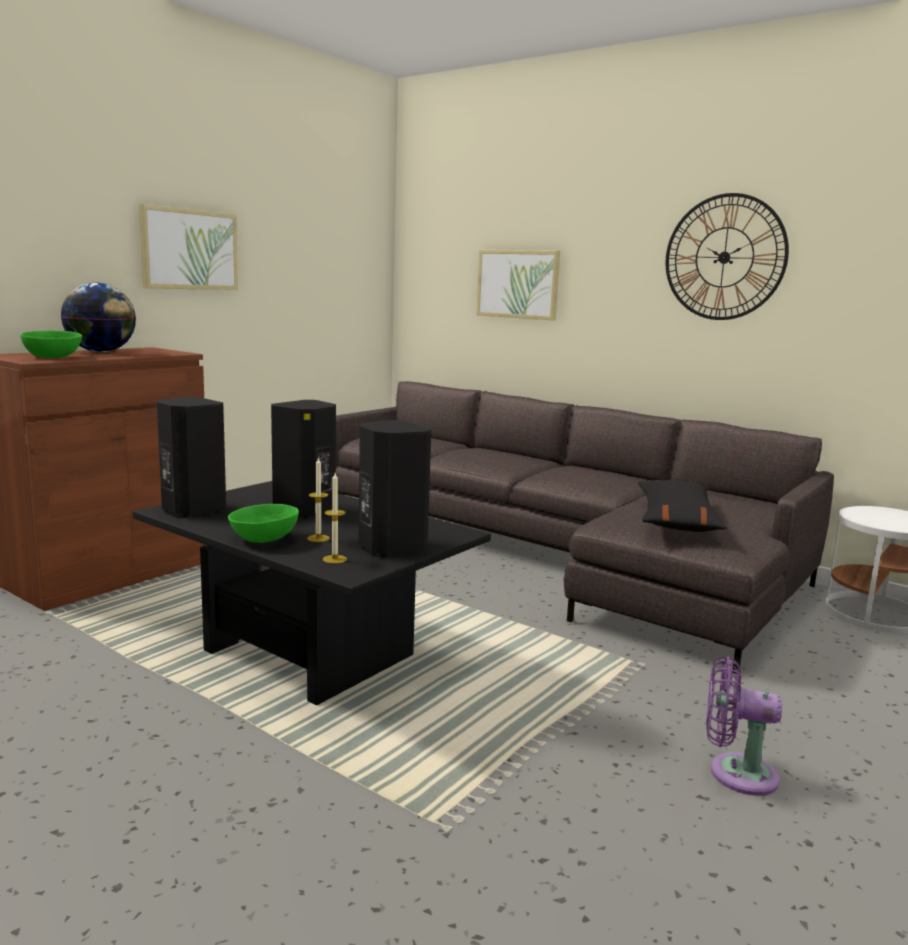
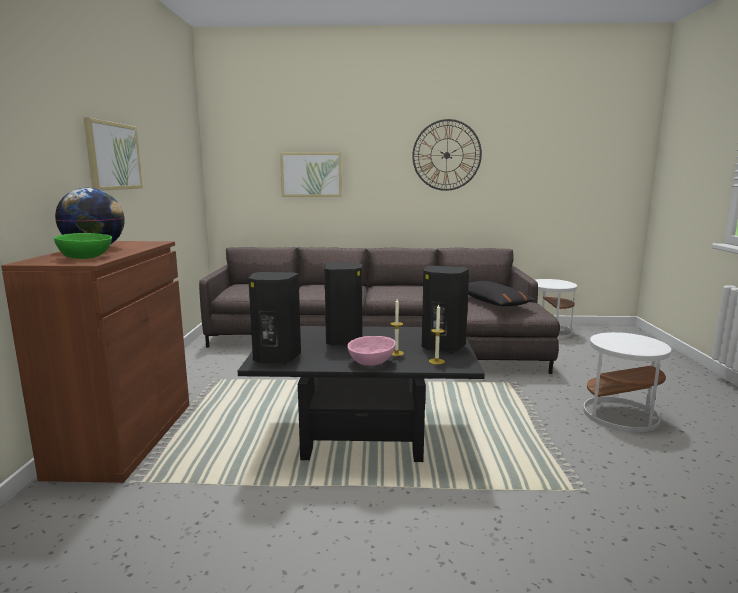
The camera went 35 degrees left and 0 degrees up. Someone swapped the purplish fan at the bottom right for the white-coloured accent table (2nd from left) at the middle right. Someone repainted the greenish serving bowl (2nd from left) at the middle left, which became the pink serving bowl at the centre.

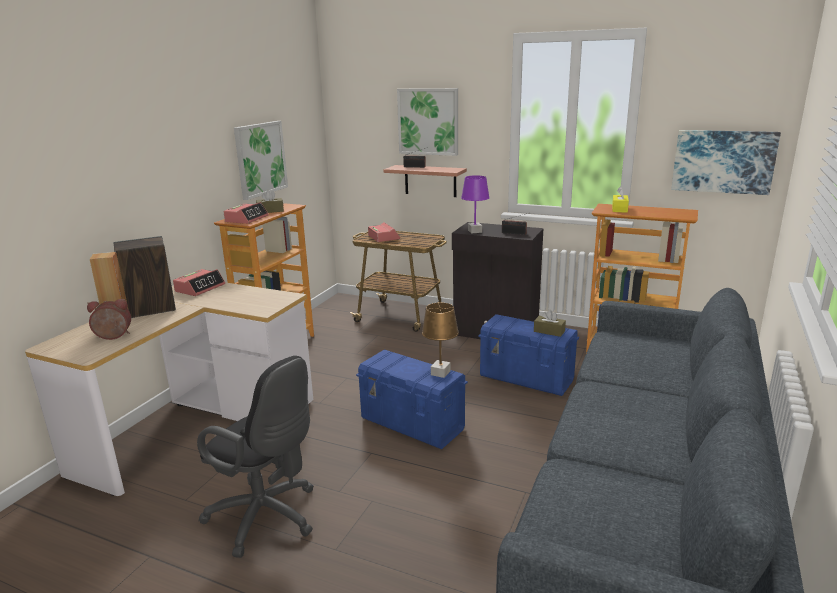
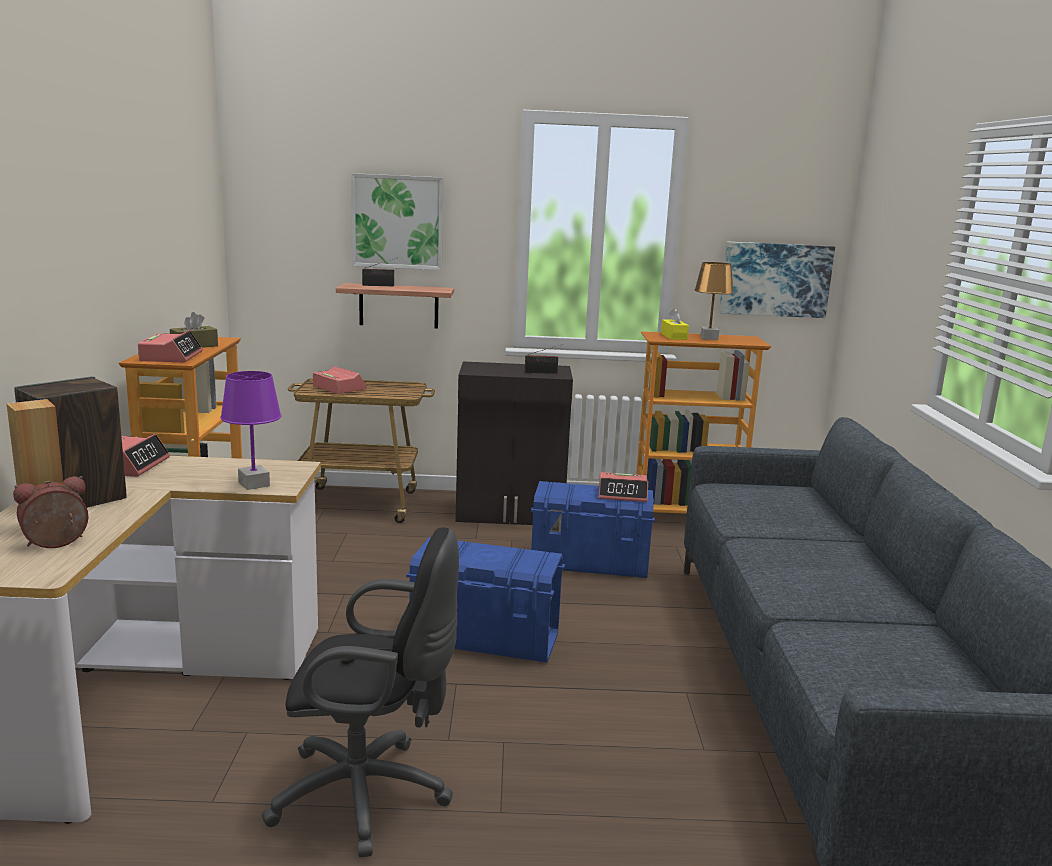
The camera went 25 degrees left and 5 degrees down. Someone took away the wall picture (1st from left) at the top left. Someone carried the brownish table lamp from the centre to the middle right. Someone carried the purplish table lamp from the centre to the middle left. Someone swapped the brownish box of tissues (2nd from left) at the centre for the alarm clock (5th from left) at the centre.

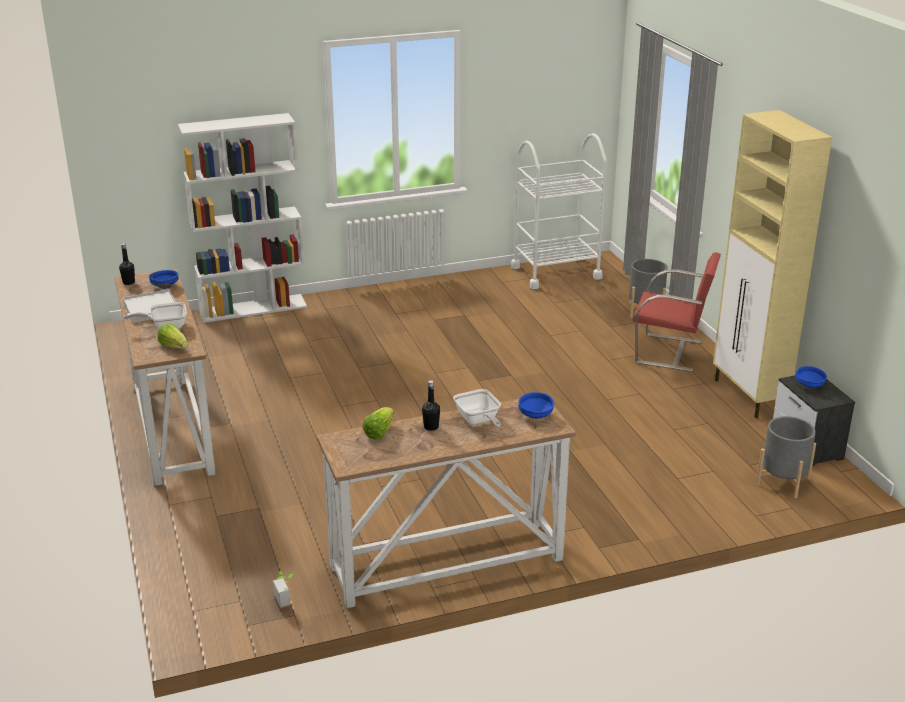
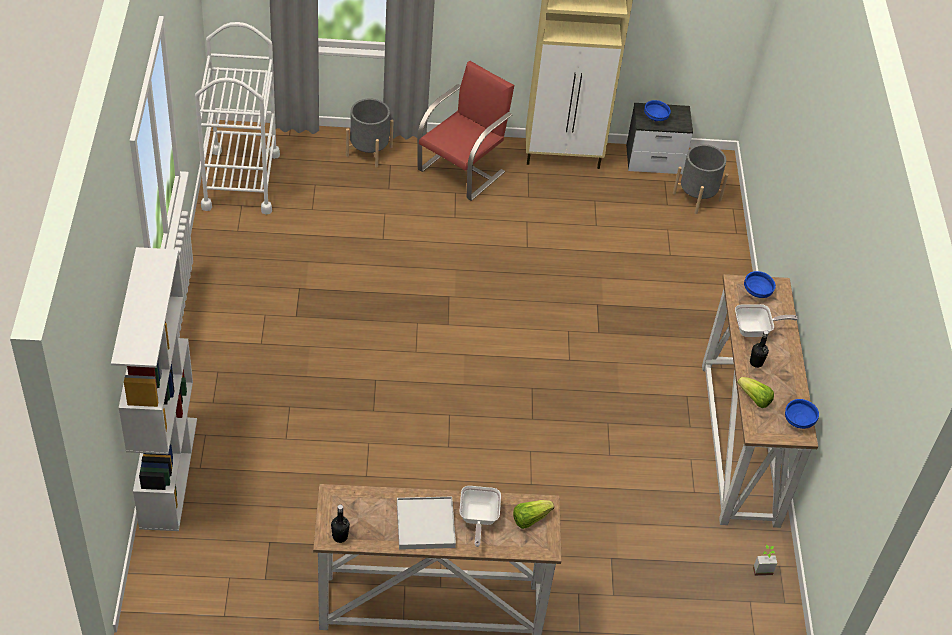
The camera went 75 degrees left and 20 degrees up. Someone carried the blue-coloured serving bowl (1st from left in the first image) from the middle left to the middle right.

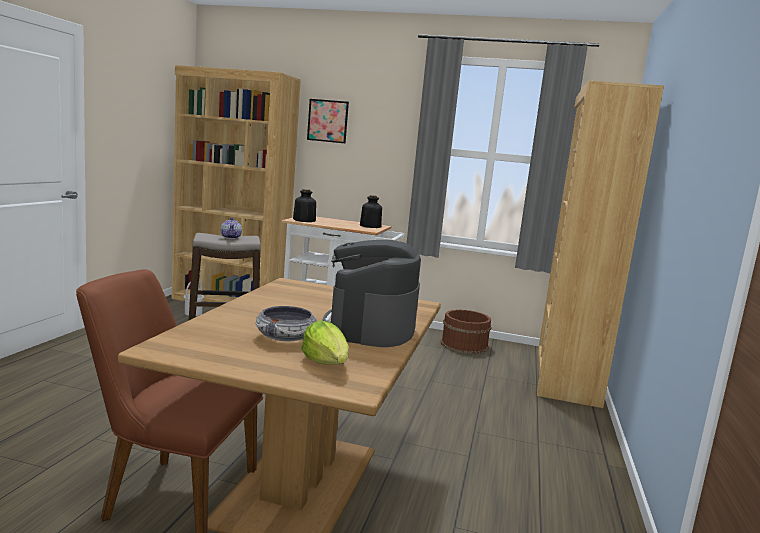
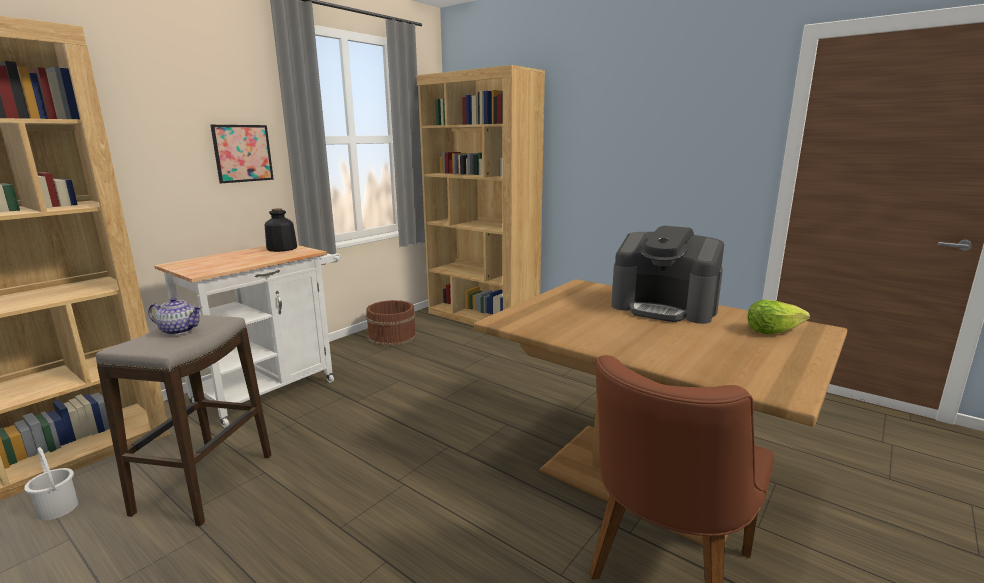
The camera went 65 degrees left and 5 degrees up. Someone took away the serving bowl at the centre. Someone took away the beverage bottle (1st from left) at the centre. Someone carried the wall picture from the top centre to the top left.

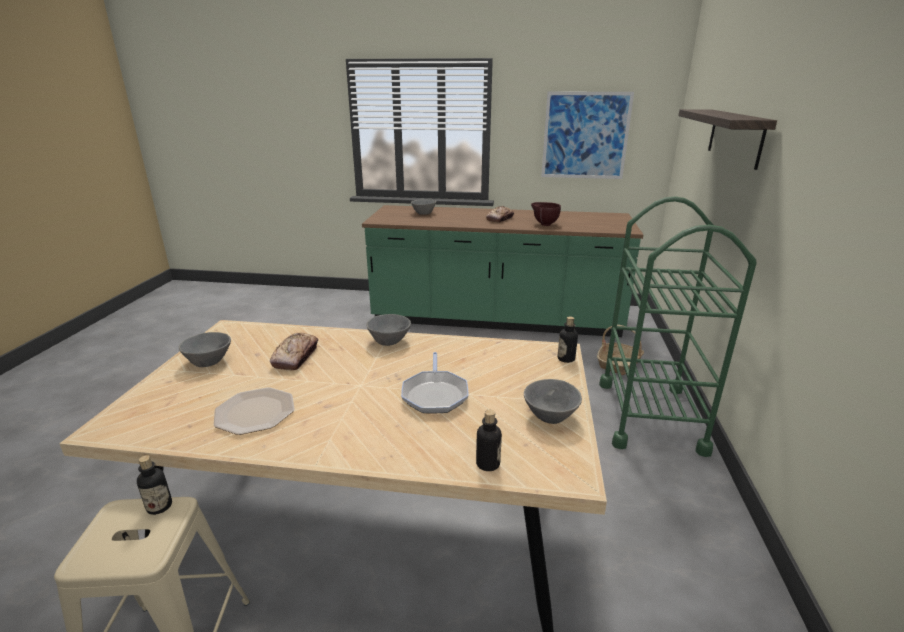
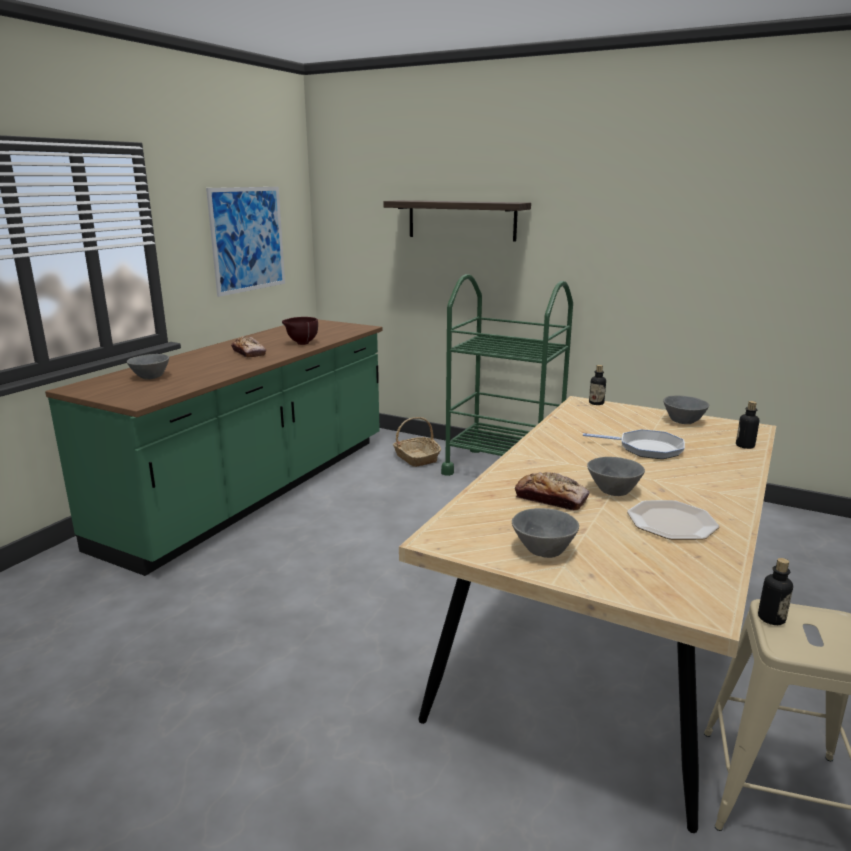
The camera went 70 degrees left and 5 degrees down. Someone carried the gray serving bowl (2nd from left in the first image) from the centre to the middle right.

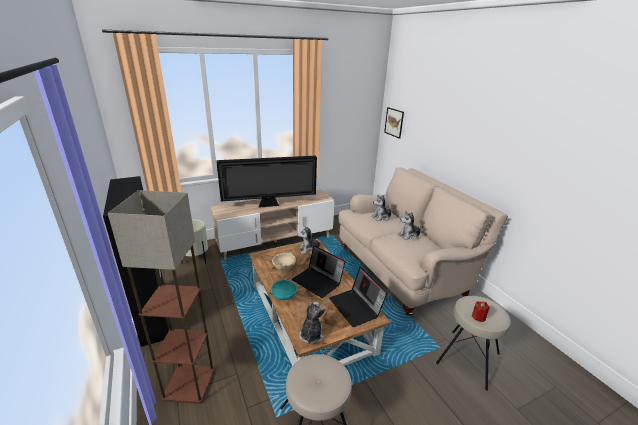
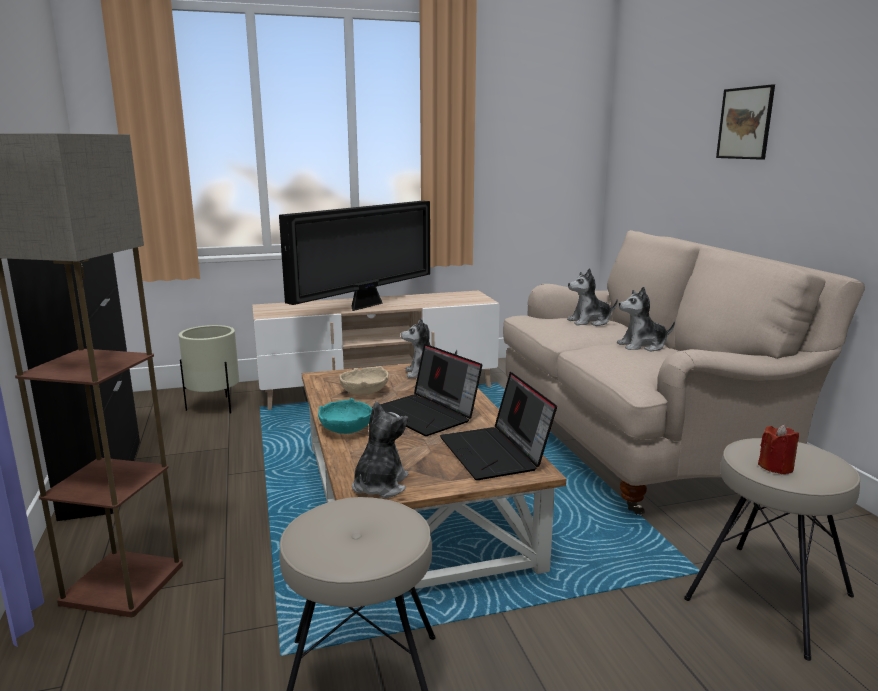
The camera went 10 degrees right and 10 degrees down. Someone carried the wall picture from the top centre to the top right. Someone rotated the TV set at the centre by 45 degrees counterclockwise.

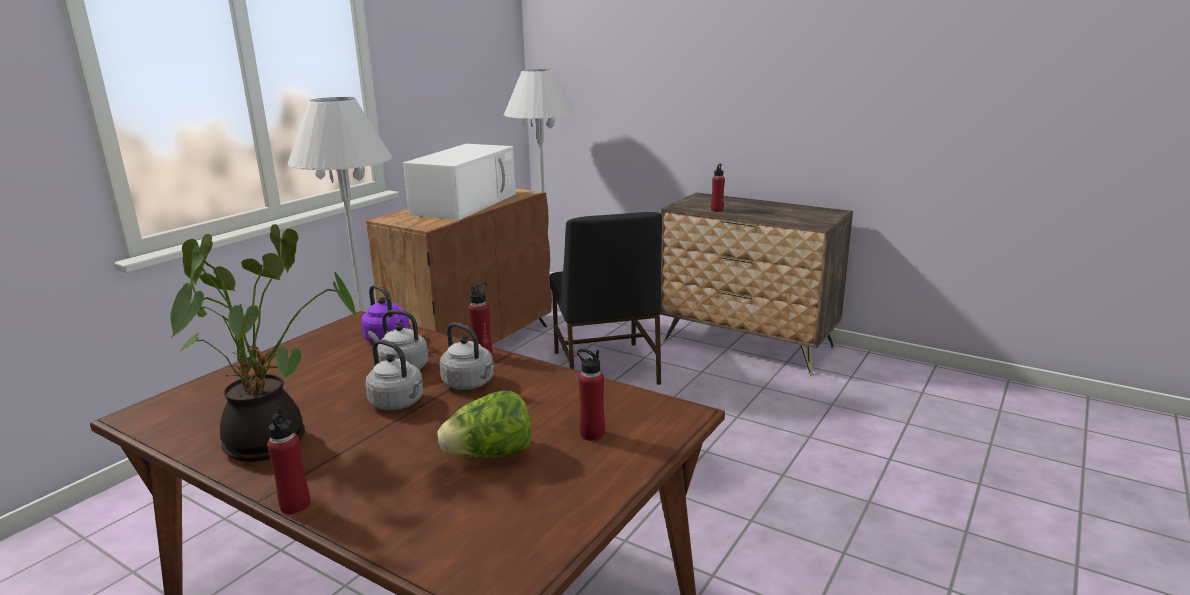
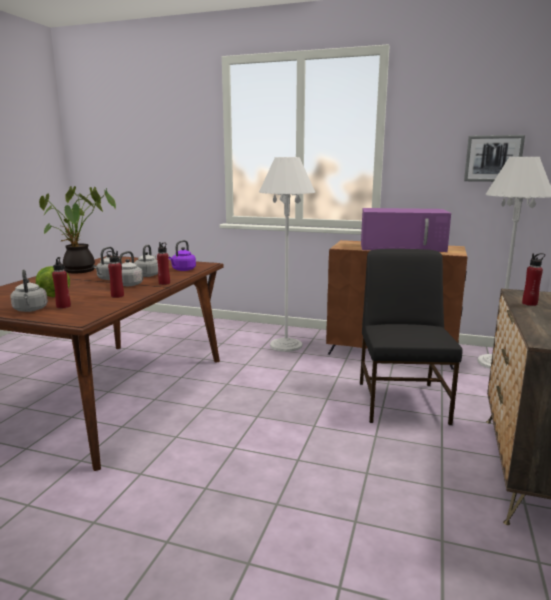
The camera went 75 degrees right and 5 degrees down. Someone put down the gray water kettle (1st from left) at the middle left. Someone put up the wall picture at the top right. Someone carried the red beverage bottle (1st from left in the first image) from the bottom left to the middle left. Someone repainted the white-coloured kitchen microwave at the top centre, which became the purplish kitchen microwave at the middle right. Someone rotated the blackish plain chair at the centre by 120 degrees clockwise.

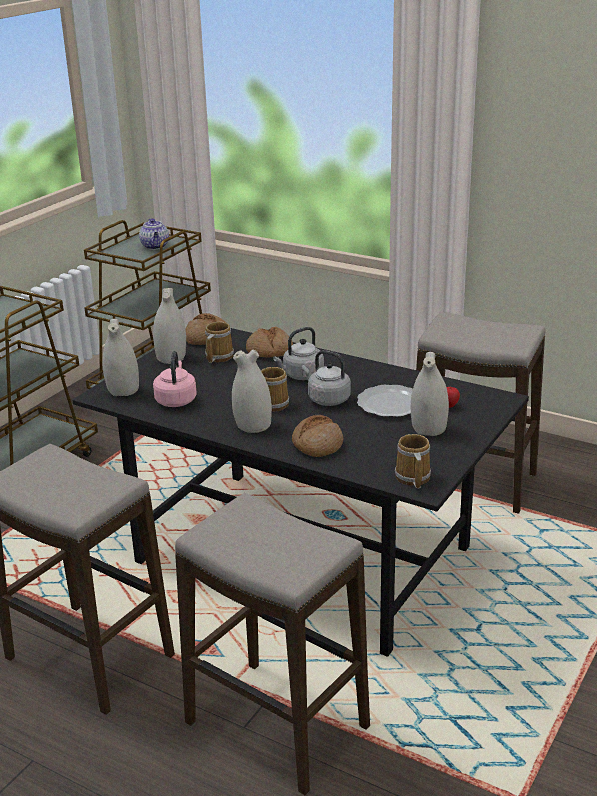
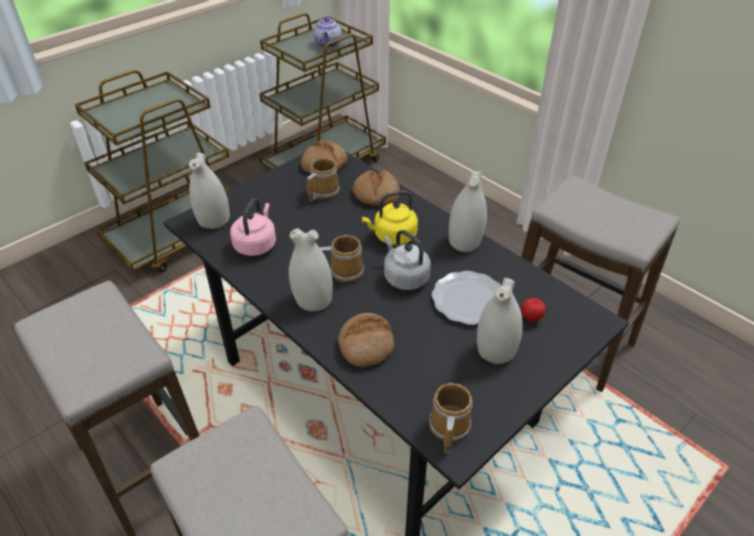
The camera went 15 degrees right and 15 degrees up. Someone carried the white-coloured vase (2nd from left in the first image) from the middle left to the centre. Someone repainted the gray water kettle (1st from left) at the centre, which became the yellowish water kettle at the centre.

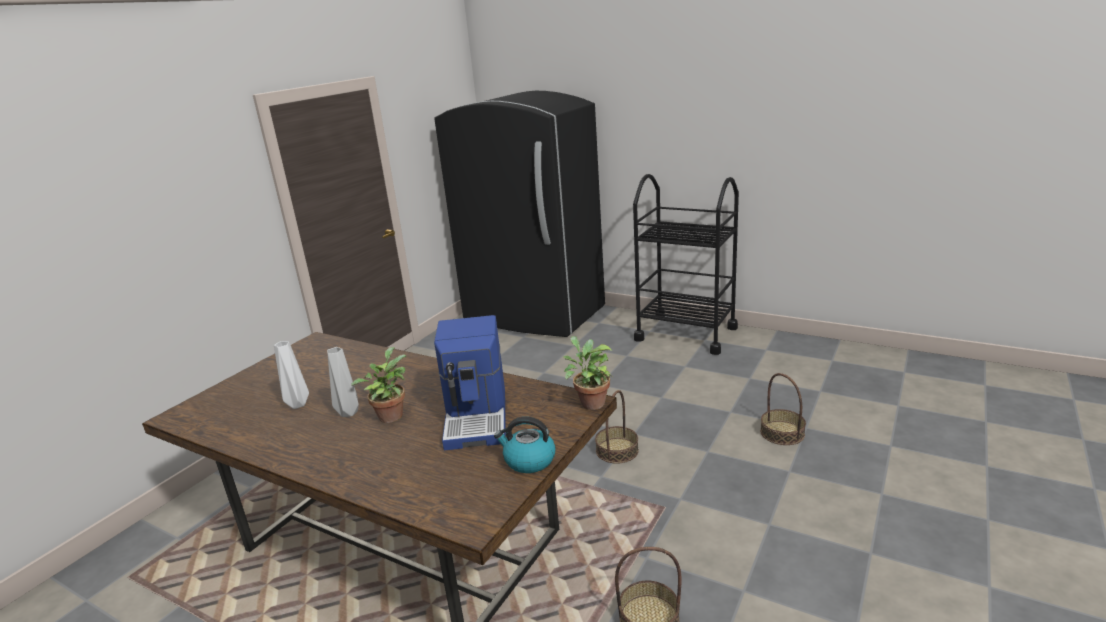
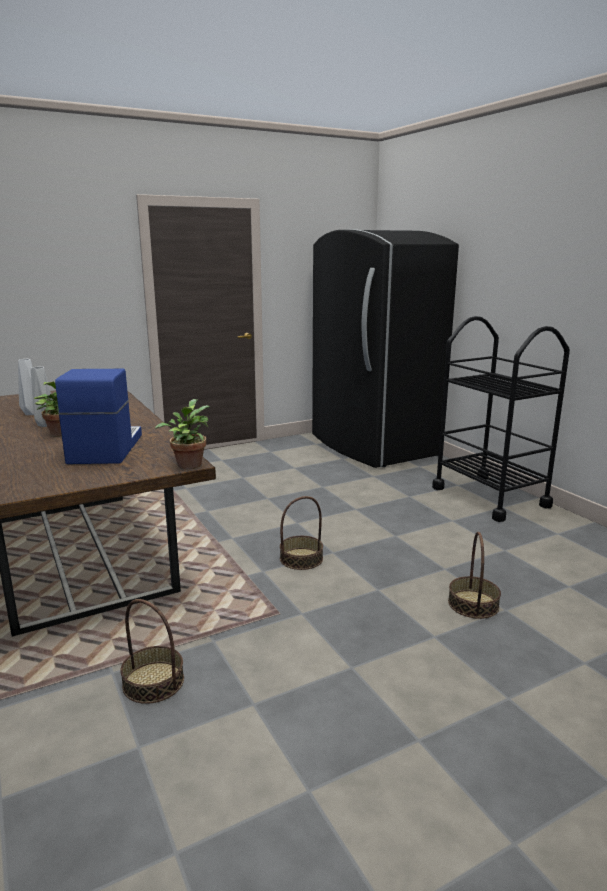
The camera went 30 degrees right and 5 degrees down. Someone took away the water kettle at the bottom centre. Someone rotated the coffee brewer at the centre by 150 degrees clockwise.

